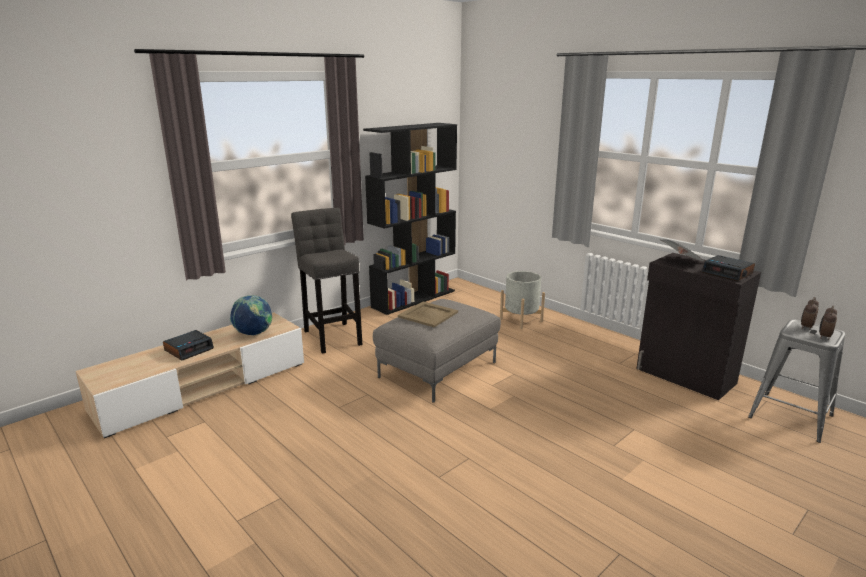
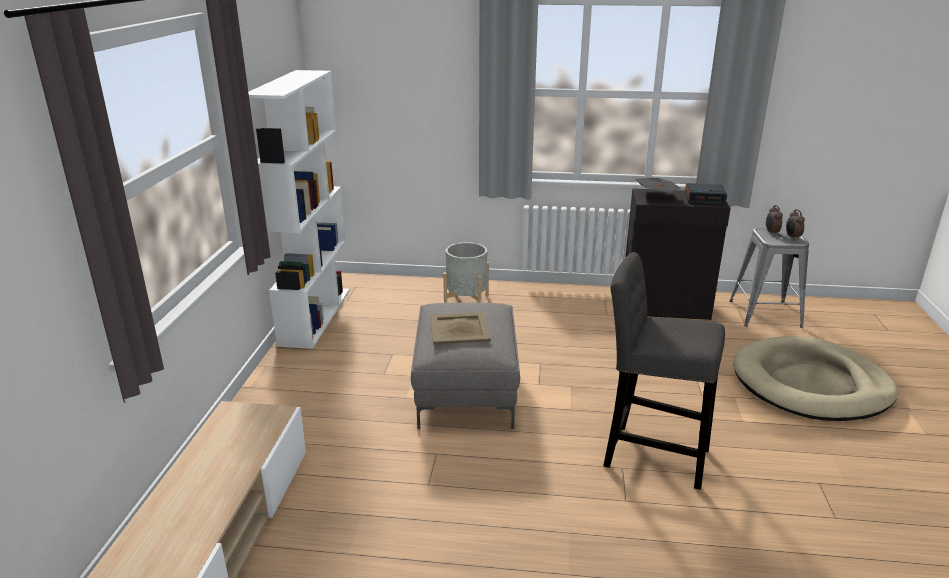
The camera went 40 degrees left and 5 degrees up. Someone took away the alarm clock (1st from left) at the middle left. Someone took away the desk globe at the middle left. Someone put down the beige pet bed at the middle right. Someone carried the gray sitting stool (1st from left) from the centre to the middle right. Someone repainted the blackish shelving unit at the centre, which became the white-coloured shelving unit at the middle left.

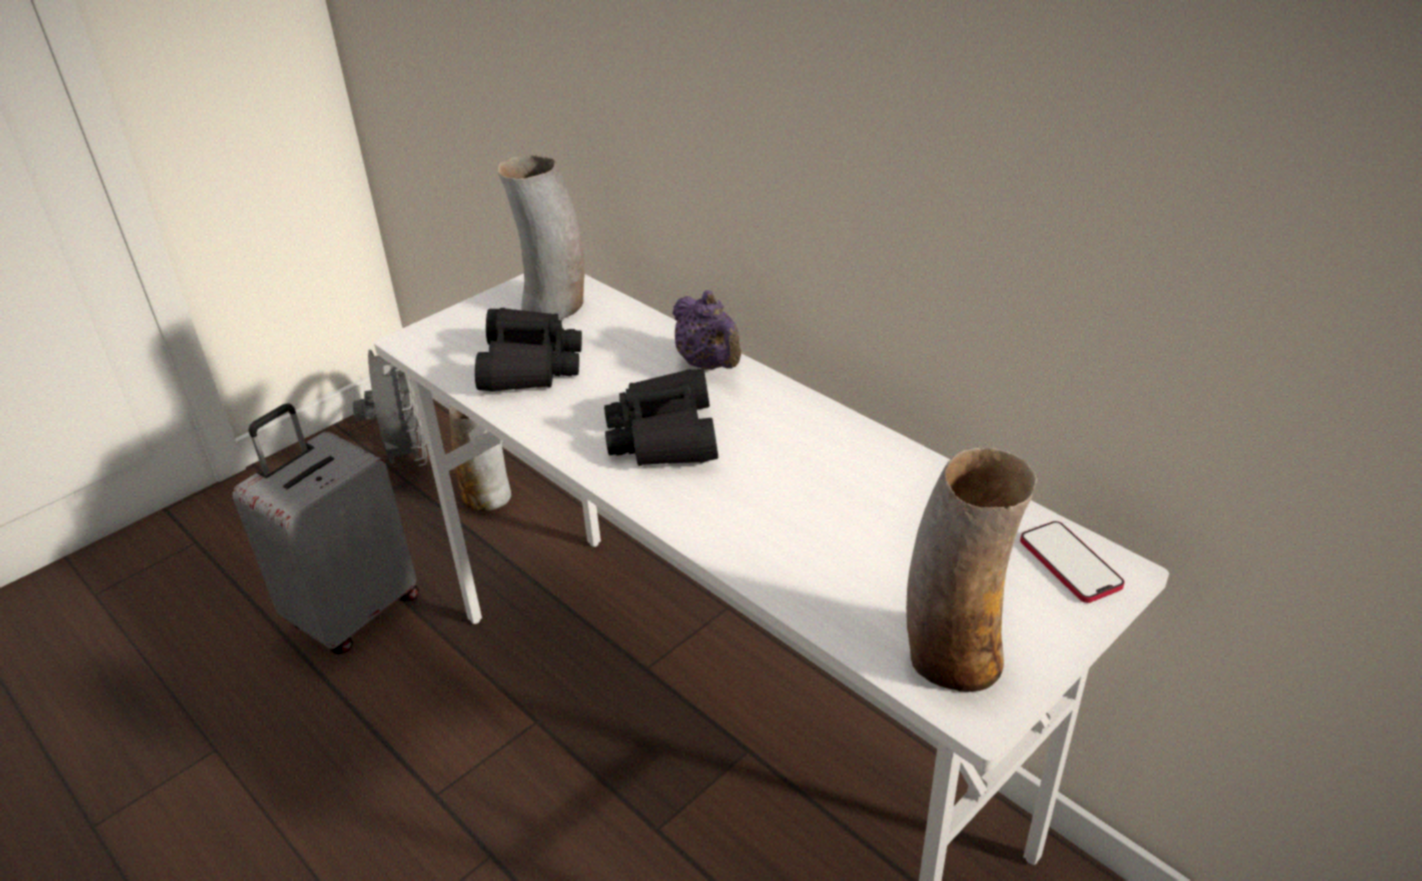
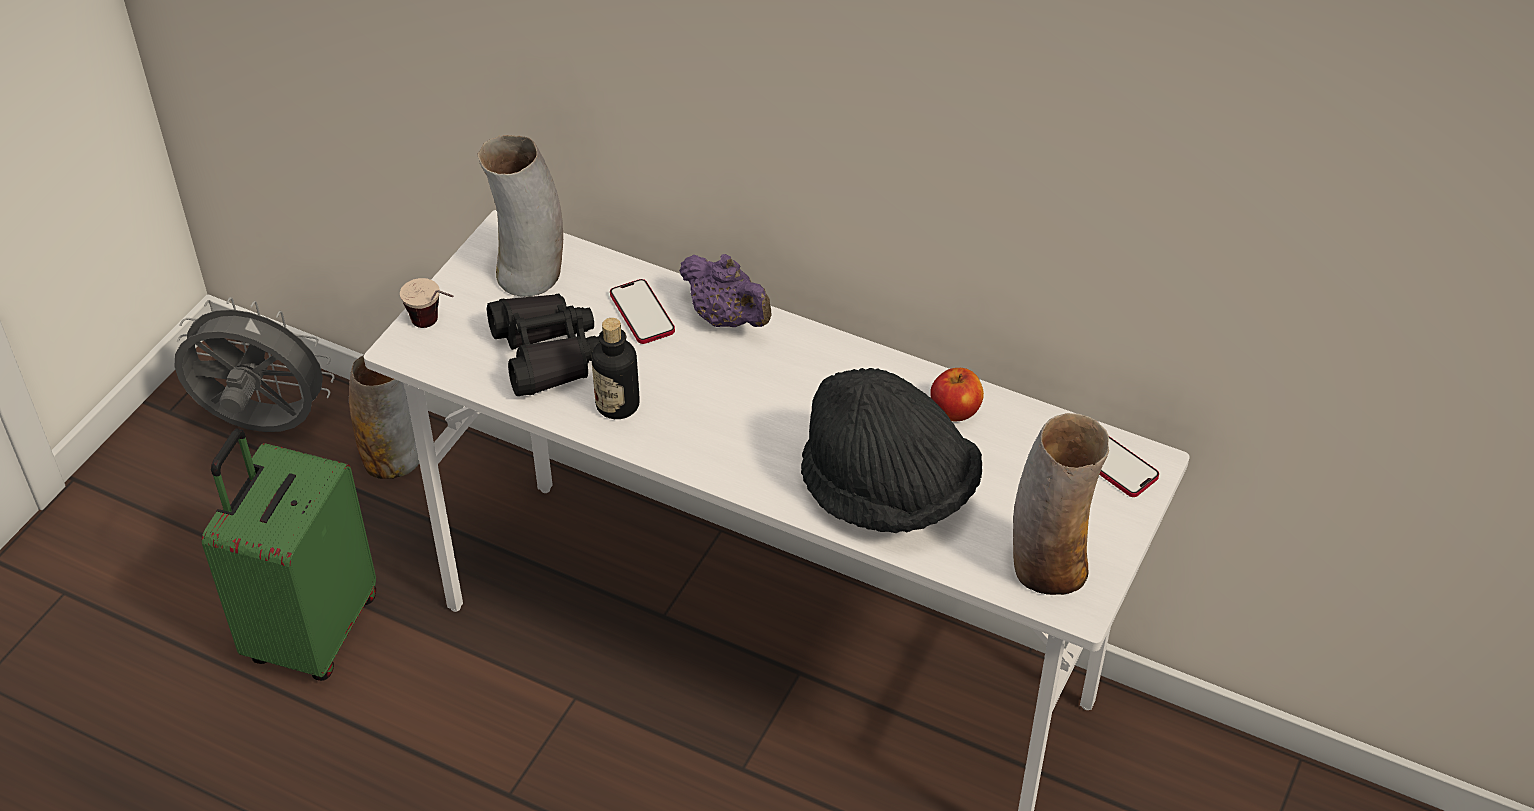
The camera went 20 degrees left and 10 degrees up. Someone took away the blackish pair of binoculars (2nd from left) at the centre. Someone put down the small cup at the middle left. Someone put down the beverage bottle at the centre. Someone put down the telephone (1st from left) at the centre. Someone put down the blackish wearable hat at the centre. Someone put down the whole apple at the centre. Someone repainted the gray suitcase at the middle left, which became the greenish suitcase at the bottom left. Someone rotated the gray fan at the middle left by 45 degrees counterclockwise.

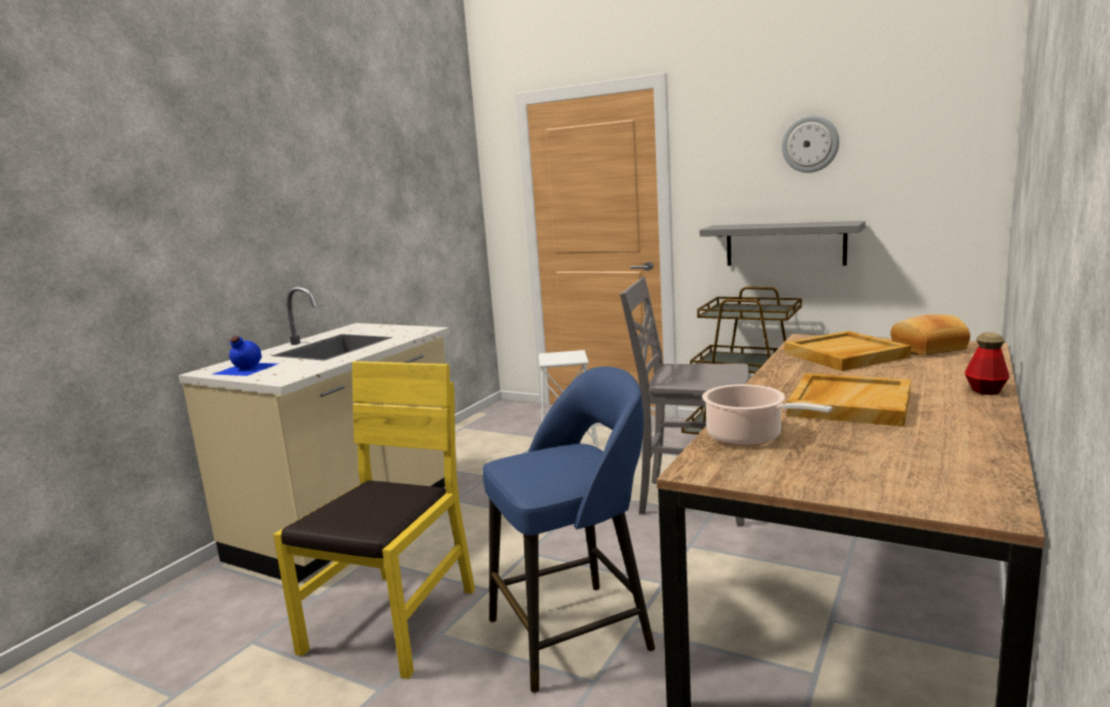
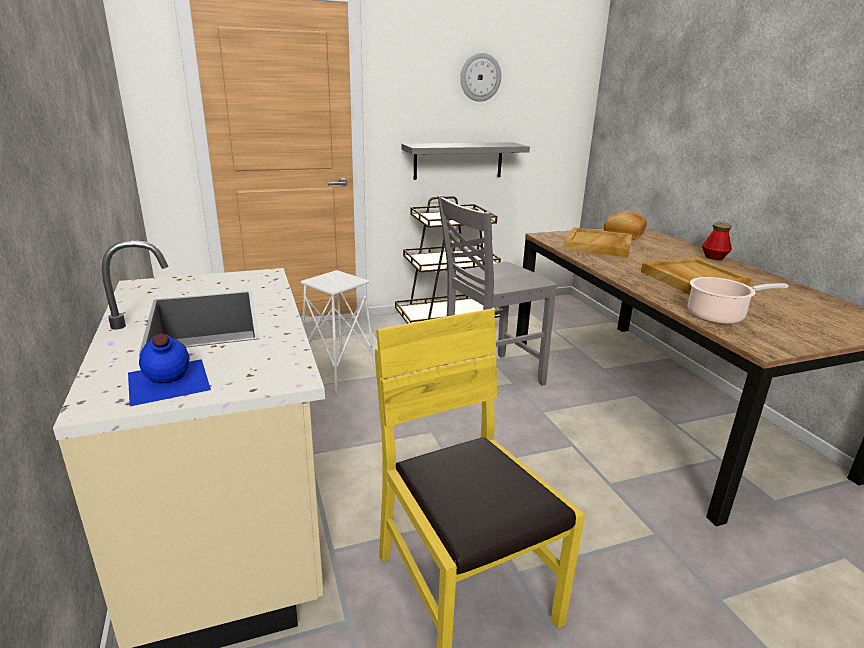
The camera went 50 degrees left and 10 degrees up. Someone took away the blue-coloured sitting stool at the bottom centre.

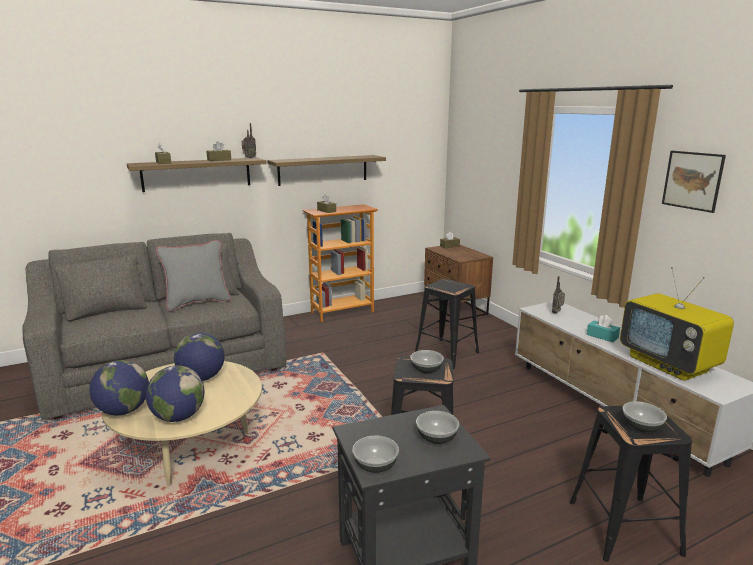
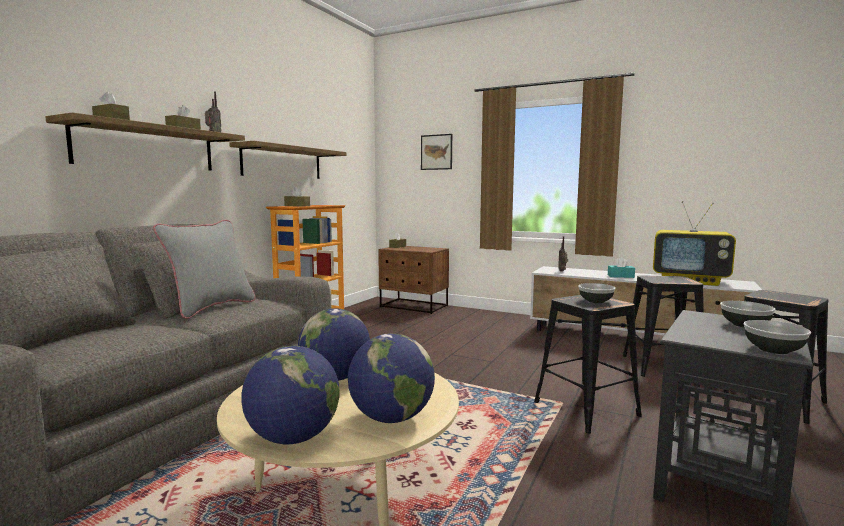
The camera went 35 degrees left and 10 degrees down. Someone took away the serving bowl (4th from left) at the bottom right. Someone carried the blackish sitting stool (2nd from left) from the centre to the middle right. Someone carried the wall picture from the top right to the top centre.

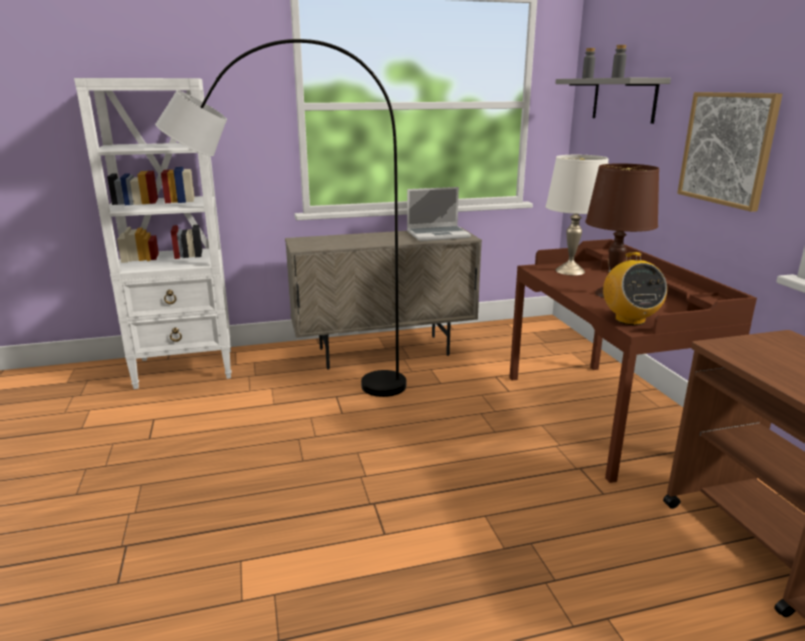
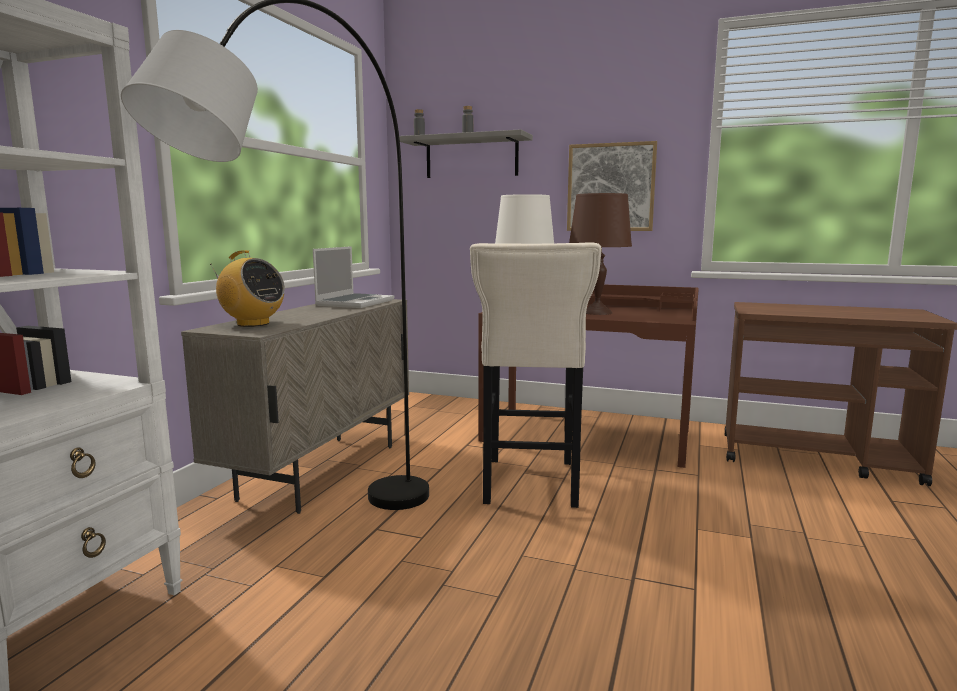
The camera went 55 degrees left and 10 degrees down. Someone put down the beige sitting stool at the centre. Someone carried the radio from the middle right to the middle left.

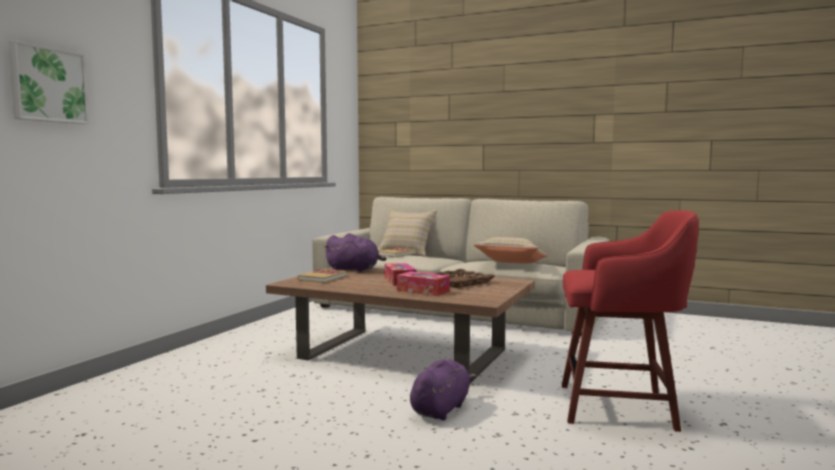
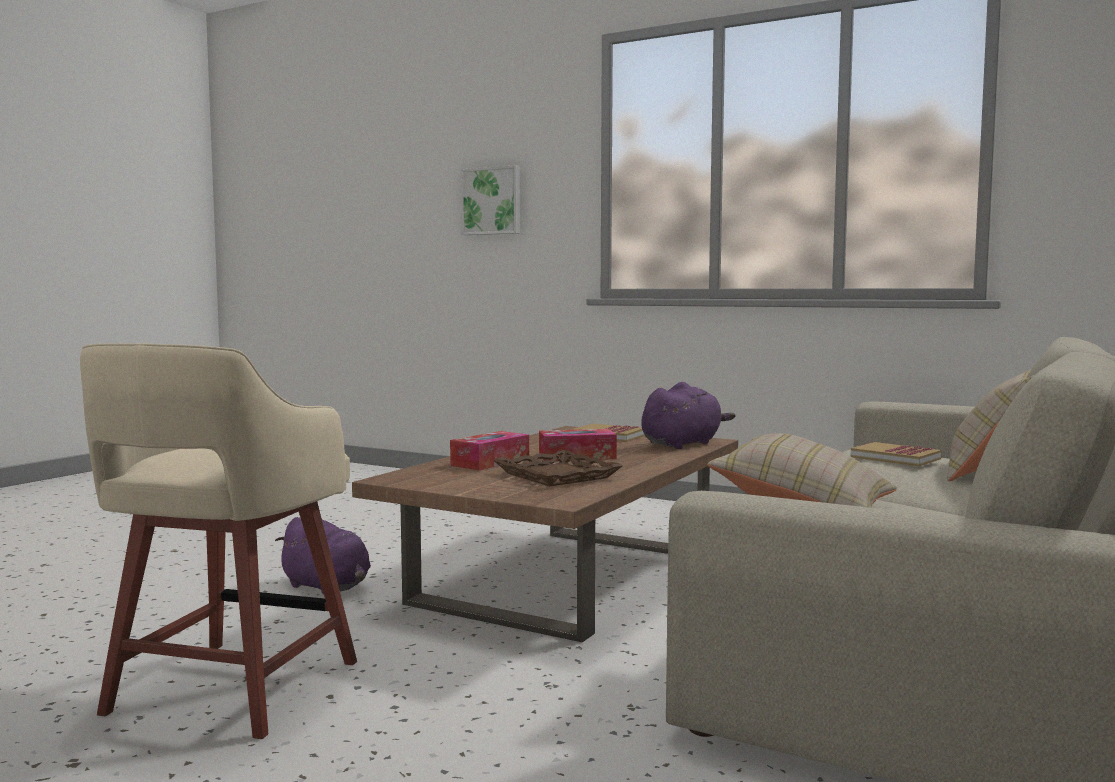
The camera went 95 degrees right and 0 degrees up. Someone repainted the red sitting stool at the bottom right, which became the beige sitting stool at the bottom left. Someone rotated the purplish cuddly toy (1st from left in the first image) at the centre by 150 degrees counterclockwise.

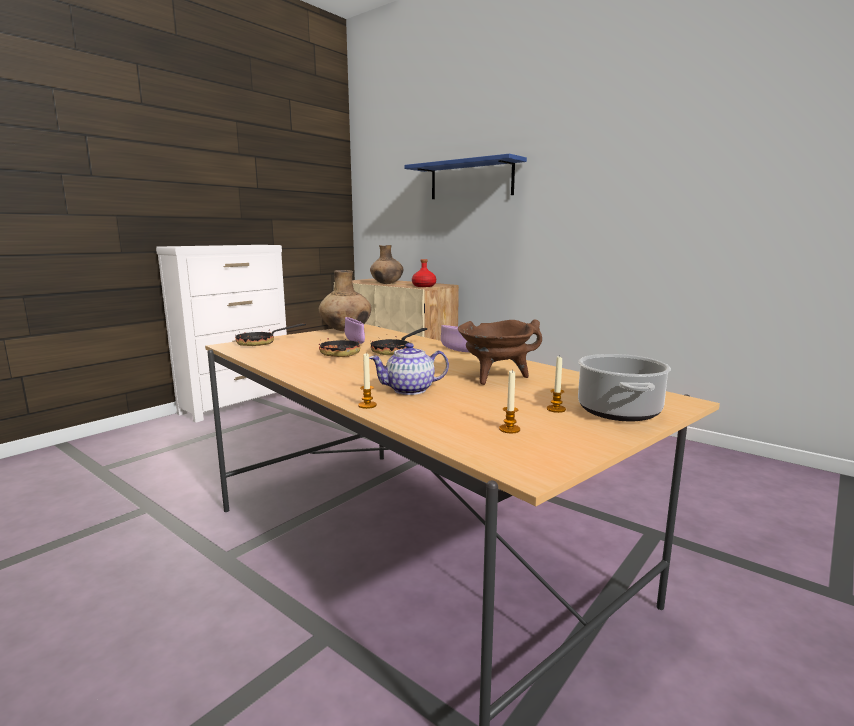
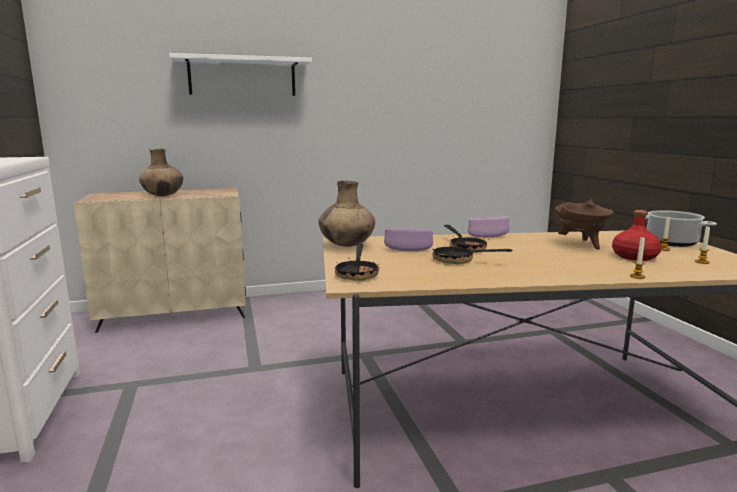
The camera went 55 degrees left and 0 degrees up. Someone took away the tea pot at the centre. Someone carried the red beverage bottle from the centre to the middle right. Someone repainted the blue-coloured shelf at the top centre, which became the white-coloured shelf at the top left.

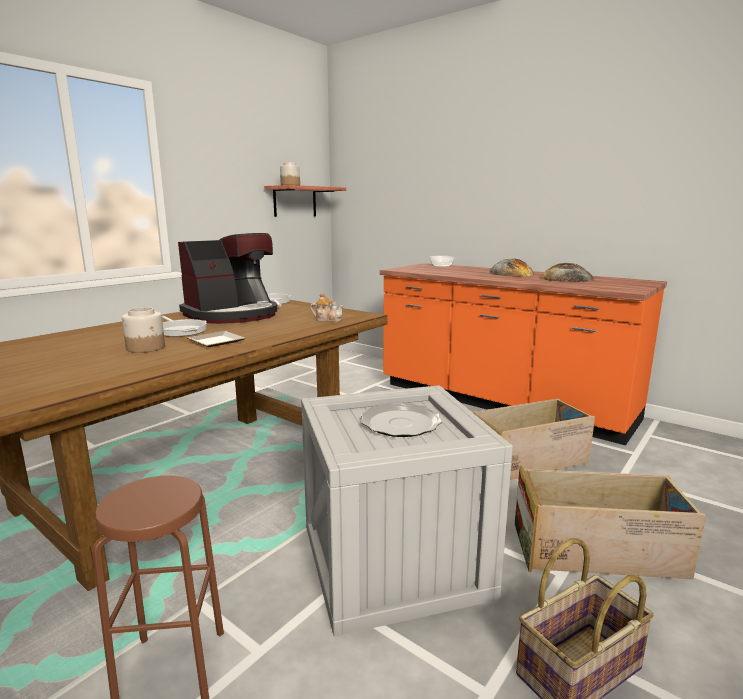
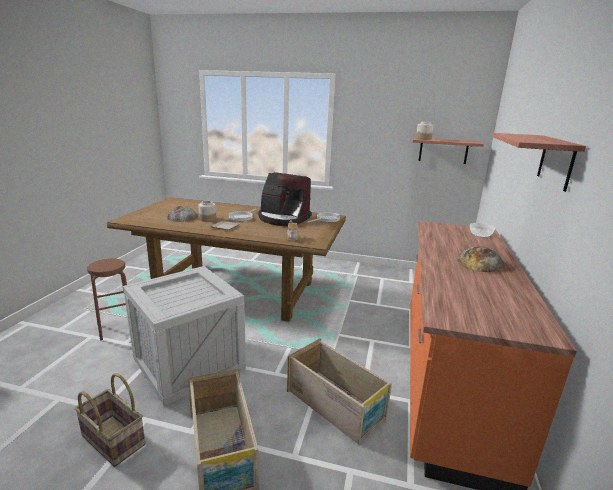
The camera went 65 degrees right and 5 degrees up. Someone took away the dinner plate (2nd from left) at the centre. Someone put up the shelf (2nd from left) at the top right. Someone carried the baked bread (2nd from left in the first image) from the middle right to the middle left.

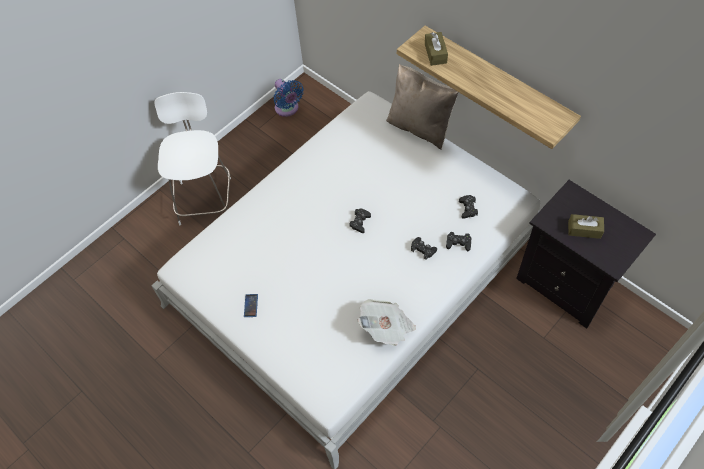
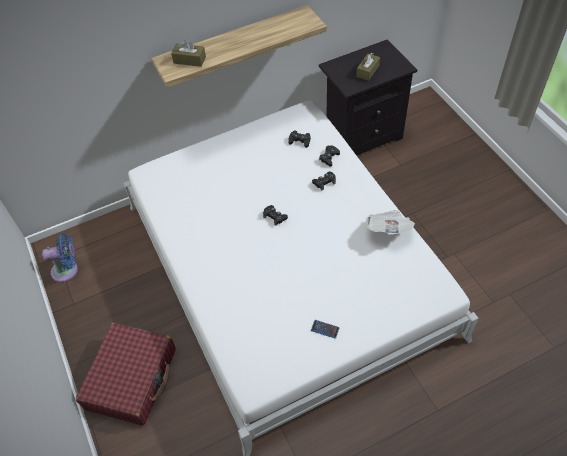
The camera went 70 degrees left and 5 degrees down. Someone took away the beige throw pillow at the top centre. Someone swapped the white-coloured plain chair at the middle left for the red suitcase at the bottom left.

